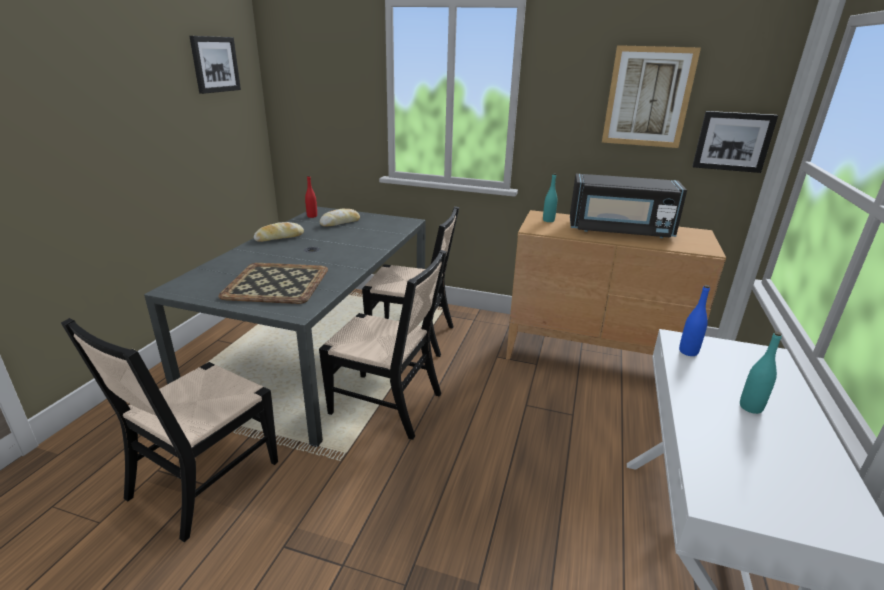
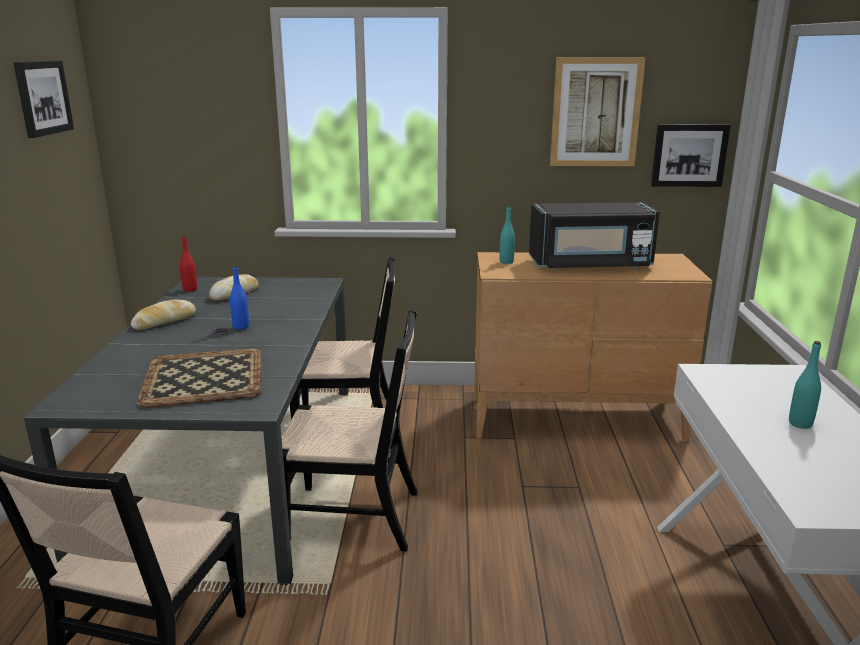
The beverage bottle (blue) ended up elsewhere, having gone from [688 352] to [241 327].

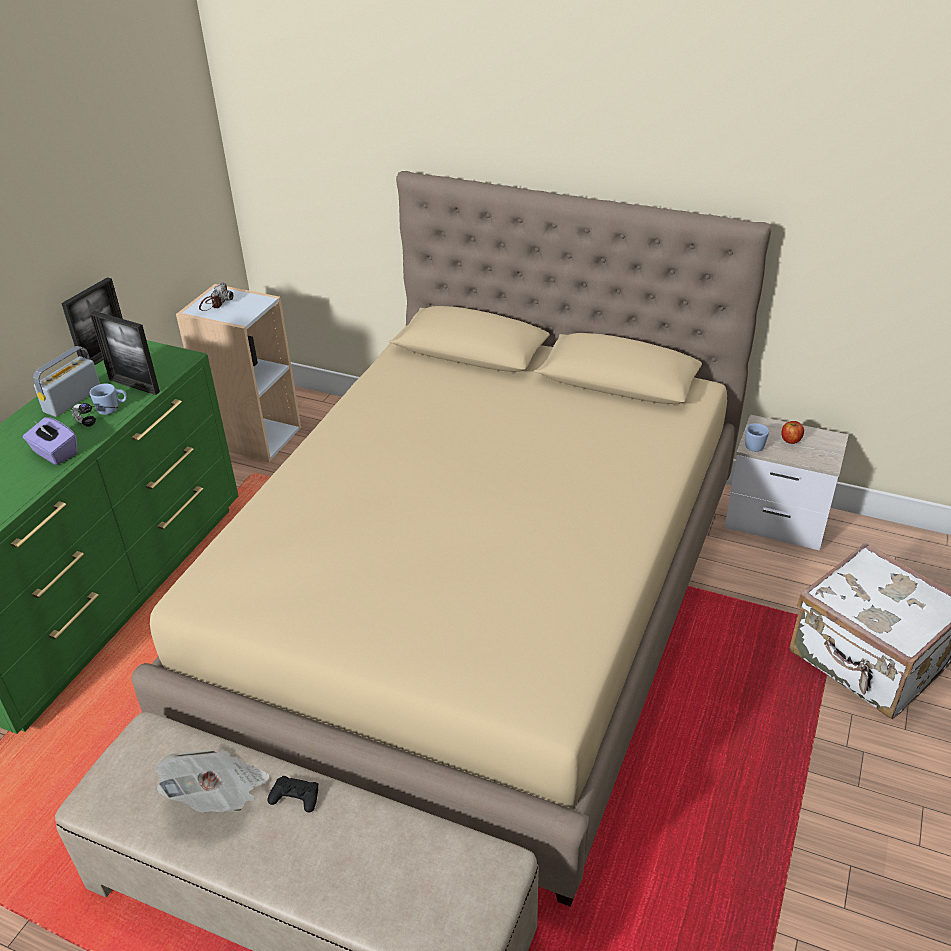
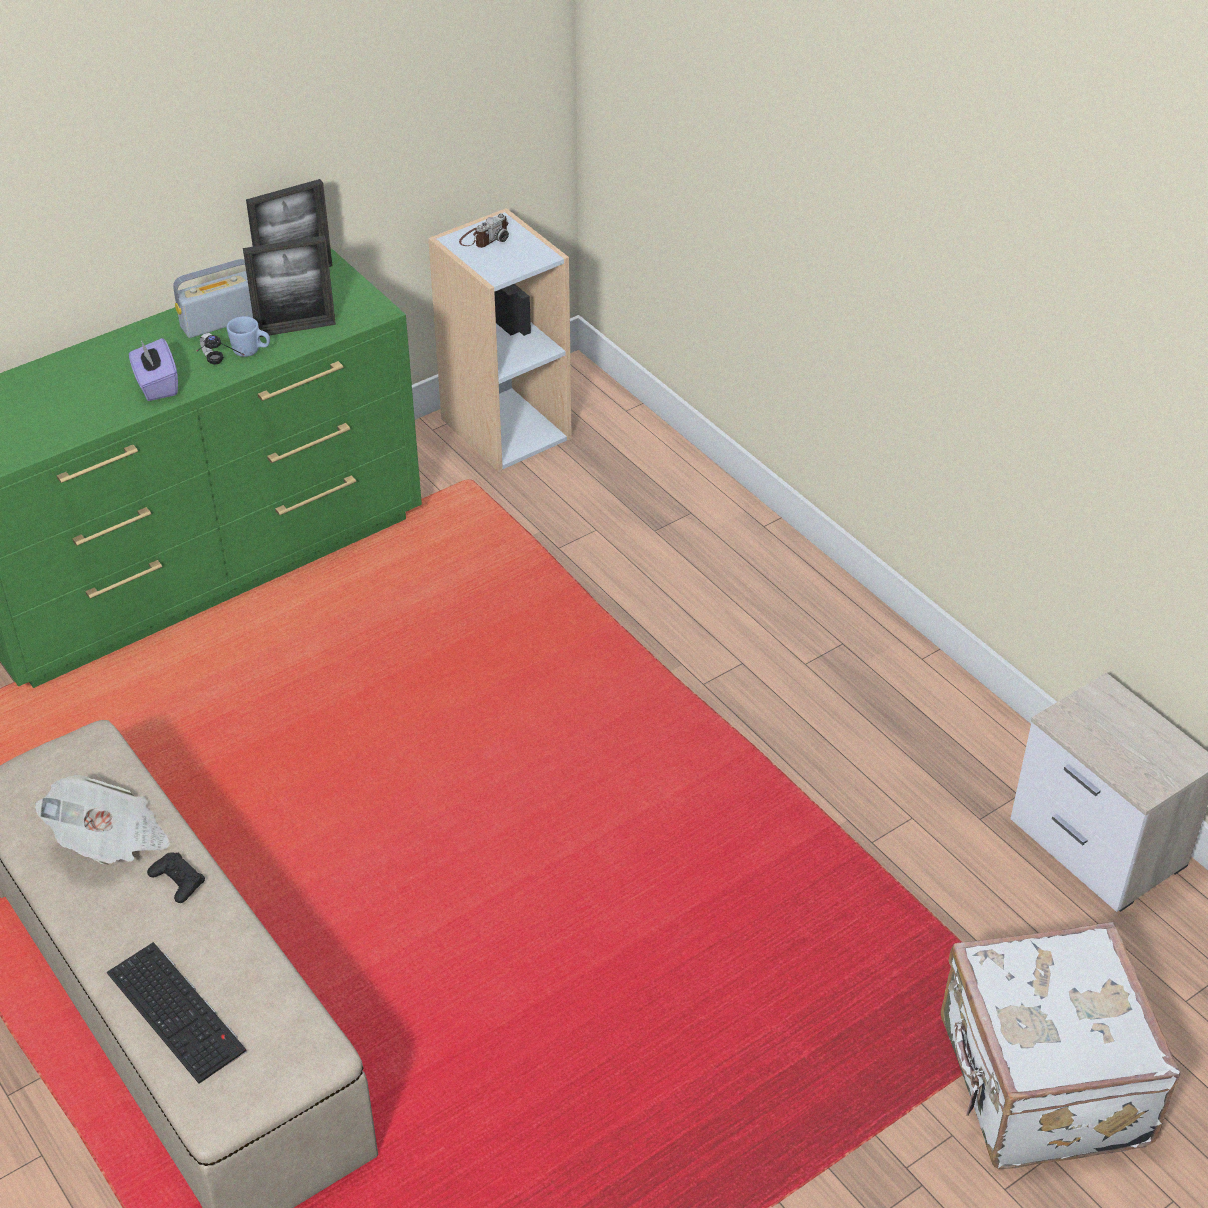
The second view gained the computer keyboard at [179 1012].
The standing frame at [134 386] ended up facing another way, 75 degrees counterclockwise from before.
The second view lost the bed (beige-coloured) at [481 605].
The second view lost the coffee mug (blue) at [755 445].
The second view lost the apple at [790 440].

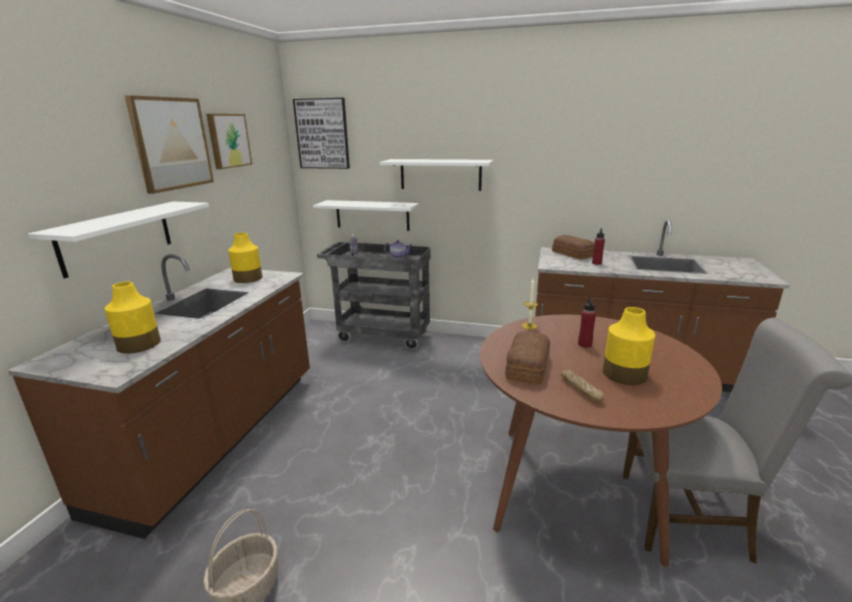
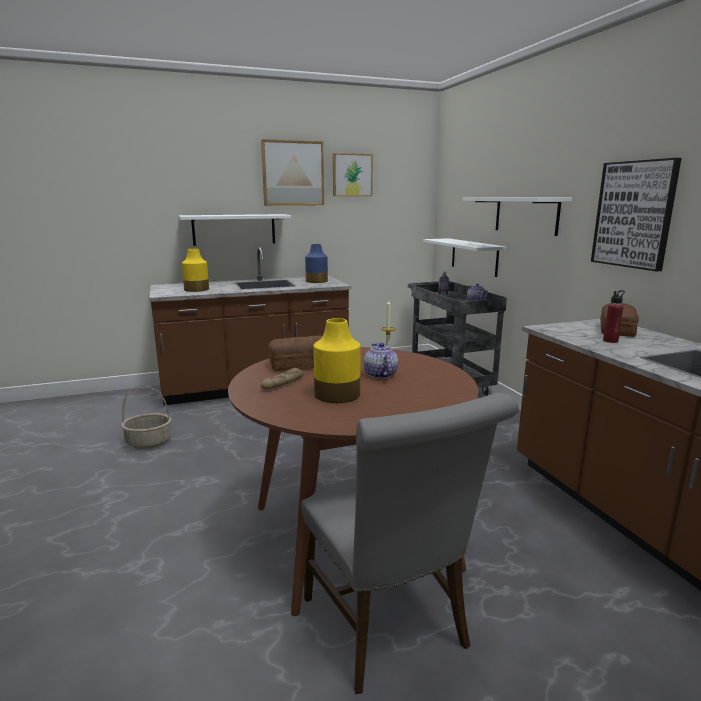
What was the vase (yellow) at [247 278] turned into the vase (blue) at [316 281].
Where the beverage bottle (red) stood at [584 344], the teapot came to stand at [380 375].
The wall picture ended up elsewhere, having gone from [322 134] to [634 214].

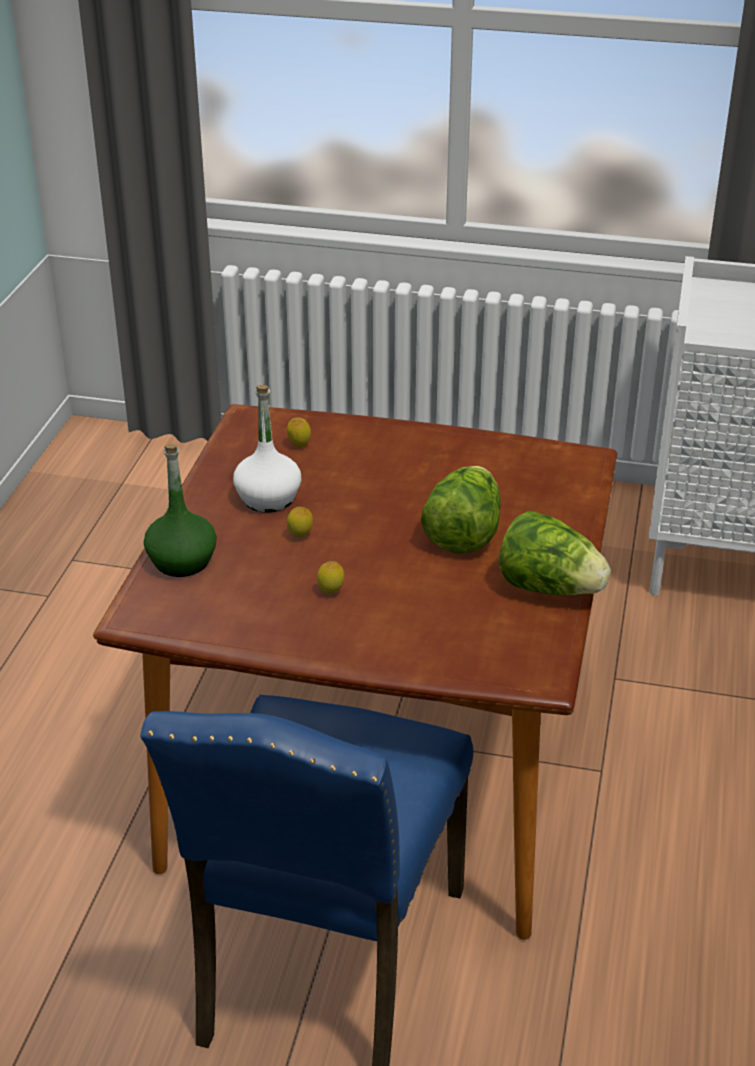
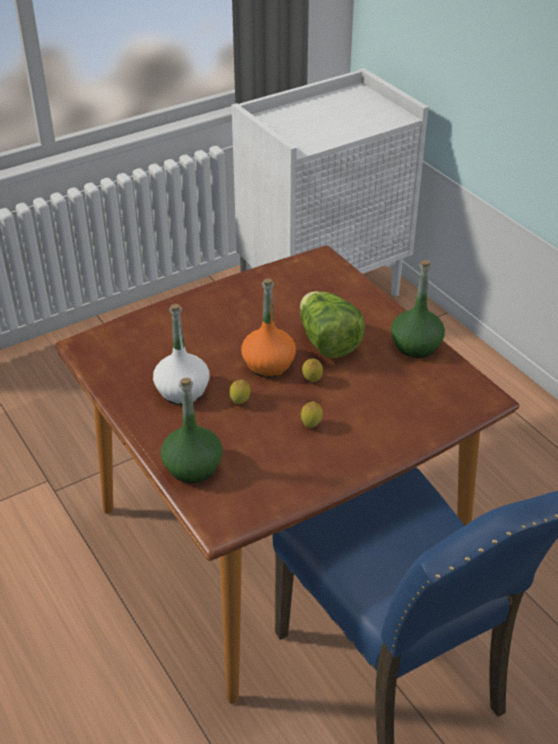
The second view gained the beverage bottle (orange-coloured) at [268 364].
The whole lemon ended up elsewhere, having gone from [299 446] to [312 381].
Where the lettuce stood at [549 588], the beverage bottle (green) came to stand at [415 345].

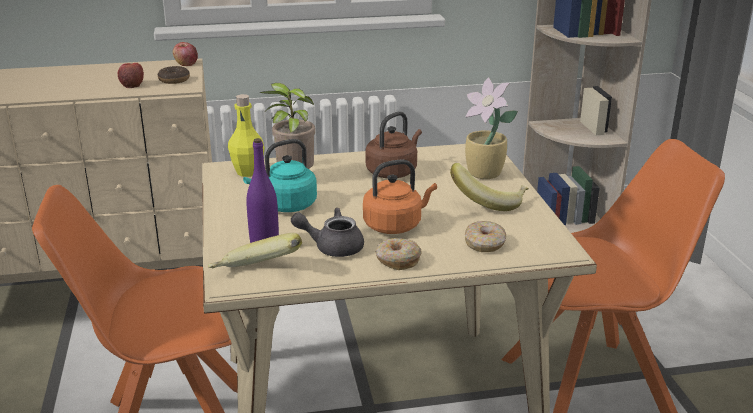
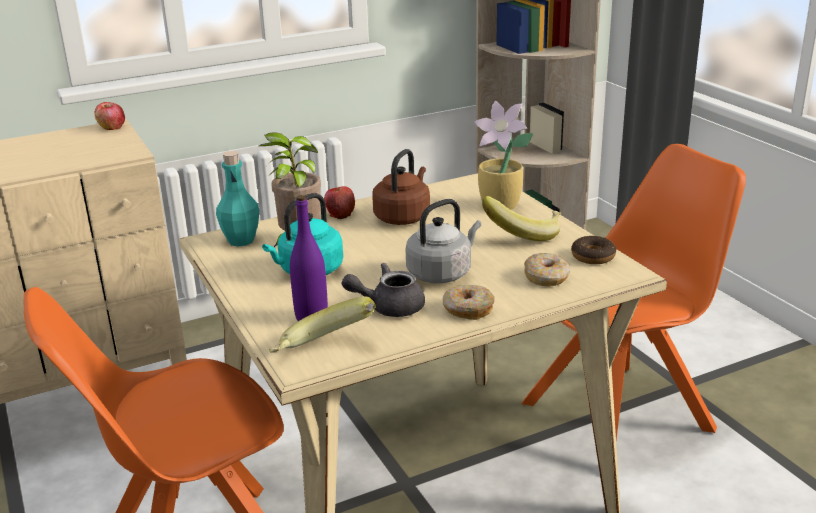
What was the beverage bottle (yellow) at [248 172] turned into the beverage bottle (blue-green) at [241 240].
The apple ended up elsewhere, having gone from [132 85] to [340 214].
What was the water kettle (orange-coloured) at [395 225] turned into the water kettle (gray) at [442 273].
The donut ended up elsewhere, having gone from [174 80] to [593 256].

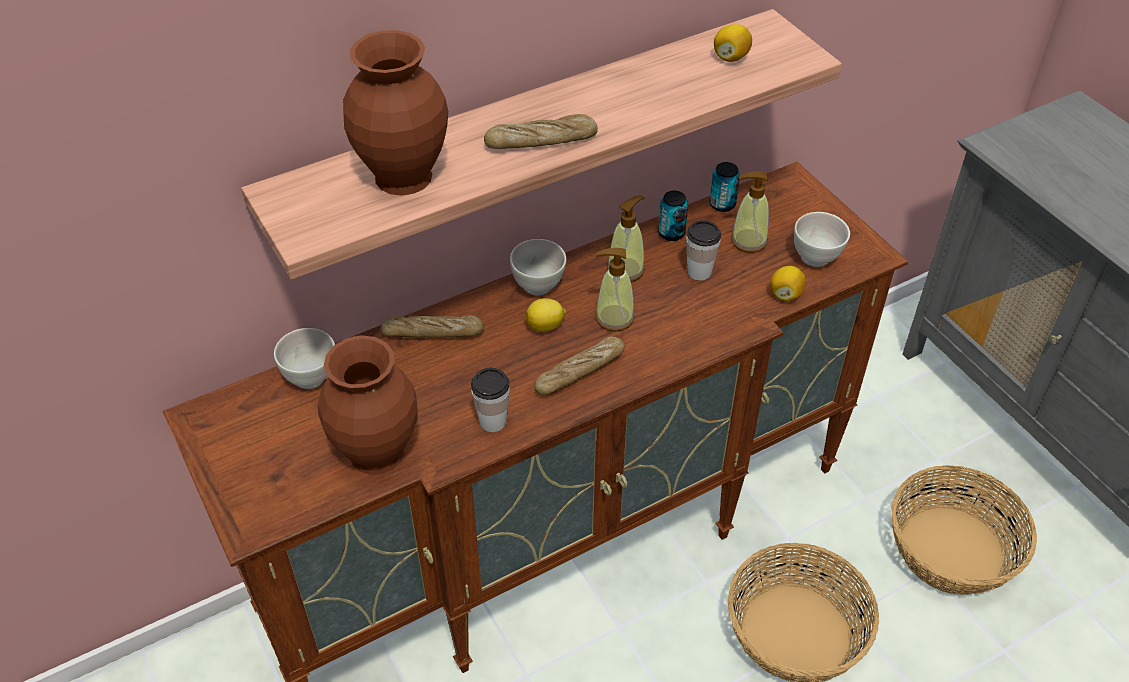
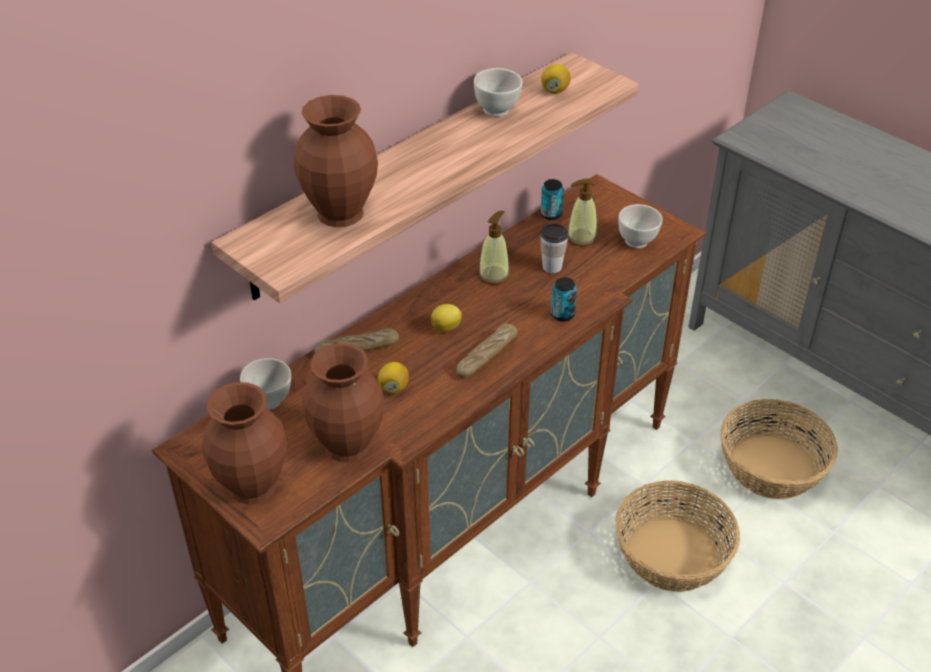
The second view gained the vase (brown-coloured) at [250 486].
The whole lemon ended up elsewhere, having gone from [785 294] to [393 387].
The bowl (white) ended up elsewhere, having gone from [538 286] to [497 110].
The can ended up elsewhere, having gone from [671 233] to [562 314].
The second view lost the drinking cup at [492 421].
The second view lost the baked bread at [541 141].
The second view lost the liquid soap bottle at [614 318].

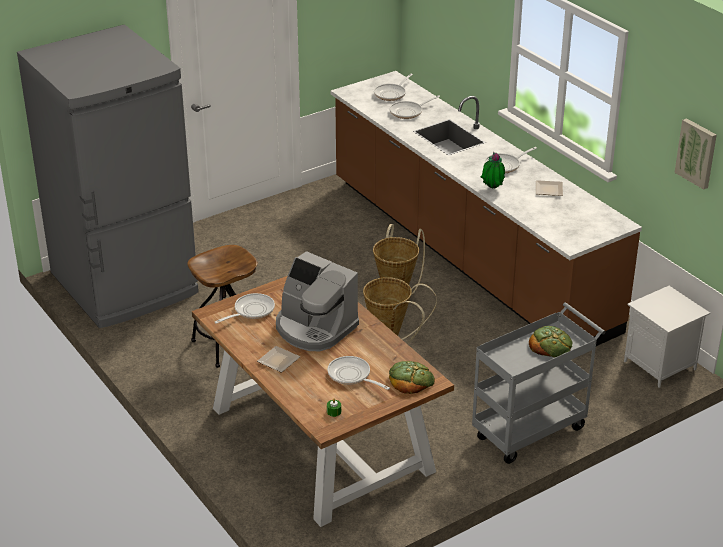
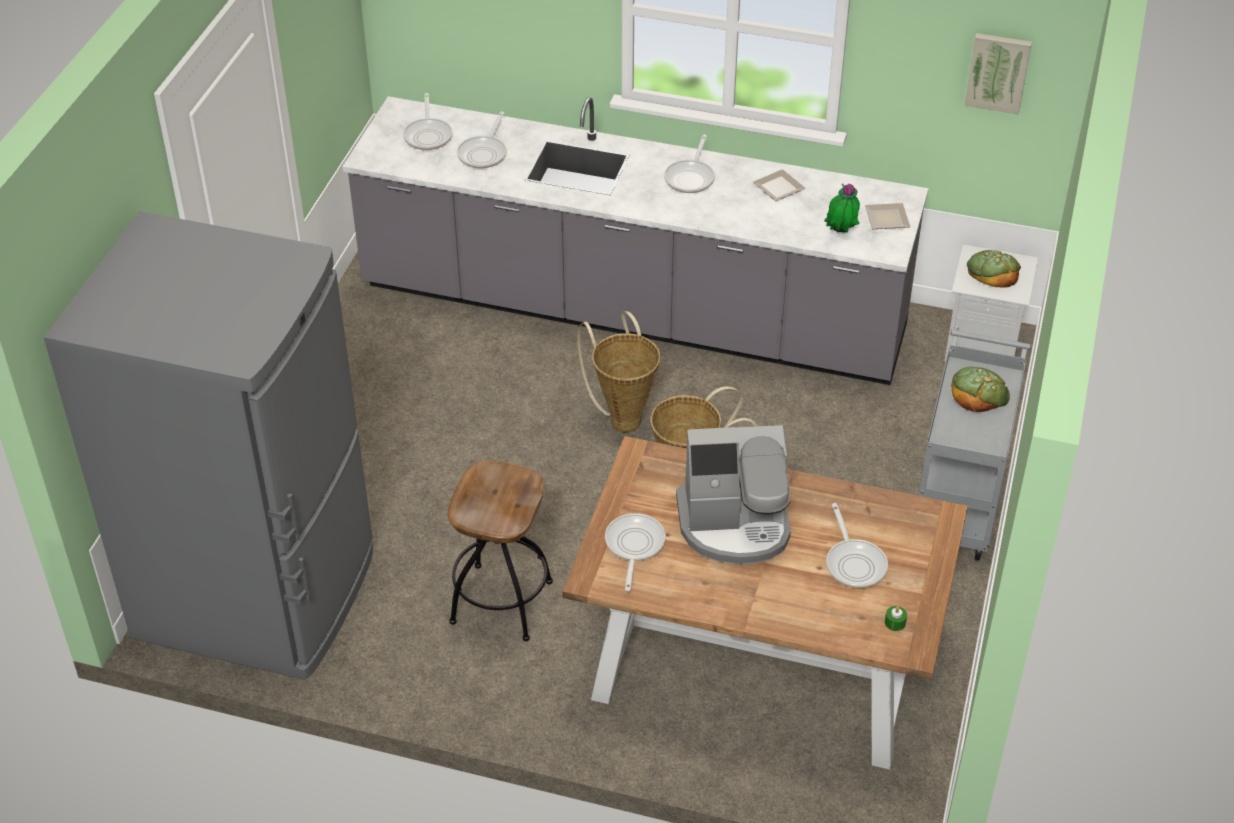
What was the kitchen base unit (brown-coloured) at [467 254] turned into the kitchen base unit (gray) at [632 311].
The plant in a pot ended up elsewhere, having gone from [492 189] to [840 233].
The frying pan at [352 376] ended up facing another way, 105 degrees counterclockwise from before.
The plate ended up elsewhere, having gone from [278 360] to [885 218].
The baked bread ended up elsewhere, having gone from [410 379] to [993 271].

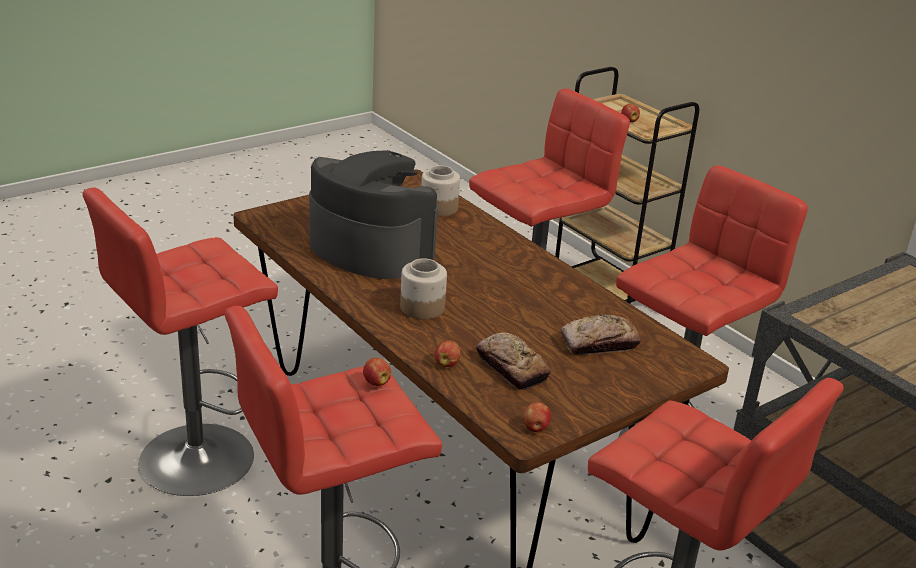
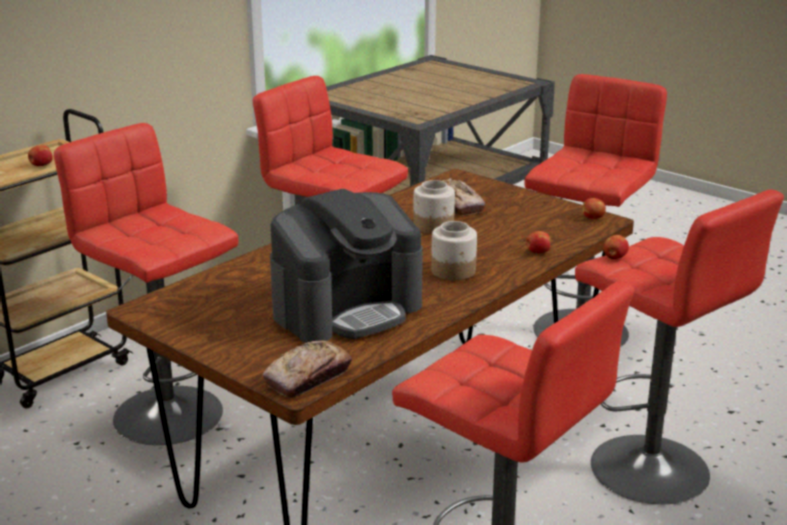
The baked bread ended up elsewhere, having gone from [511 368] to [308 377].
The coffee machine at [370 249] ended up facing another way, 150 degrees counterclockwise from before.
The jar ended up elsewhere, having gone from [438 208] to [434 226].

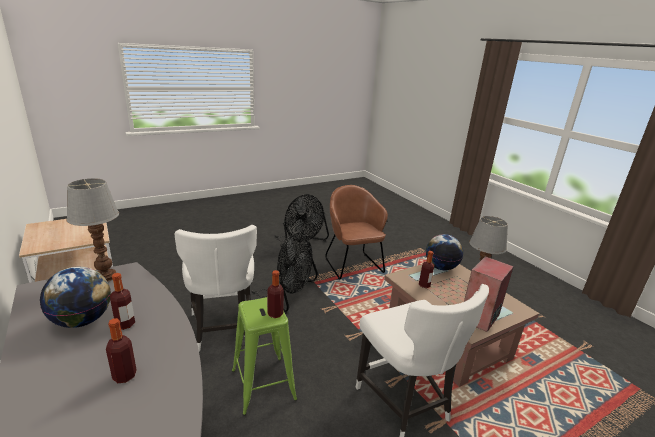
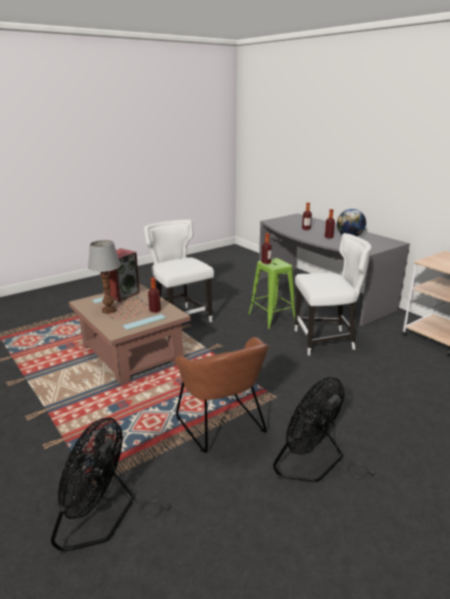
The cooling fan (black-coloured) ended up elsewhere, having gone from [288 294] to [111 512].
The upright chair (white) at [222 329] ended up facing another way, 105 degrees clockwise from before.
The second view lost the lamp for a table at [105 276].
The second view lost the globe at [441 267].

